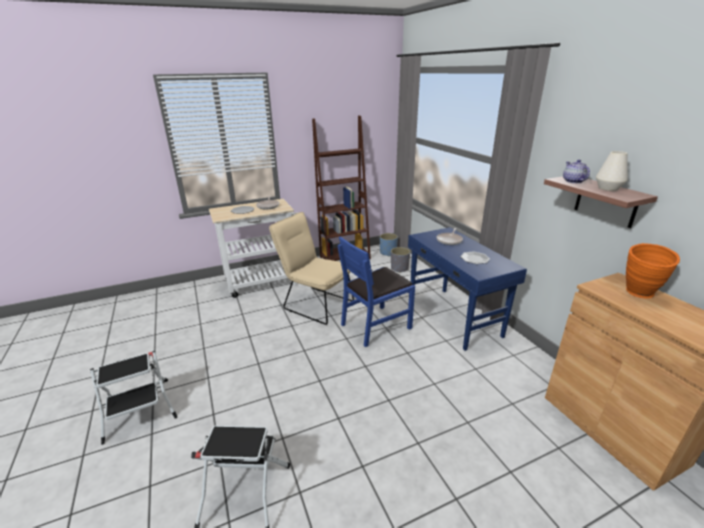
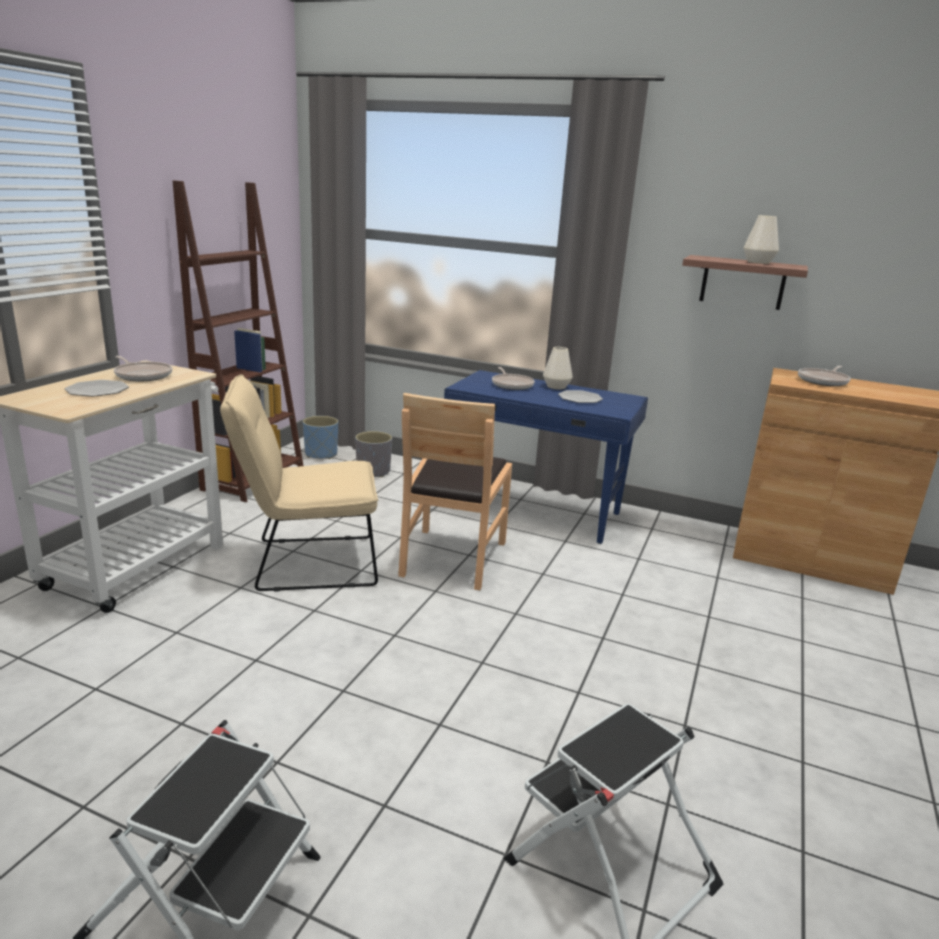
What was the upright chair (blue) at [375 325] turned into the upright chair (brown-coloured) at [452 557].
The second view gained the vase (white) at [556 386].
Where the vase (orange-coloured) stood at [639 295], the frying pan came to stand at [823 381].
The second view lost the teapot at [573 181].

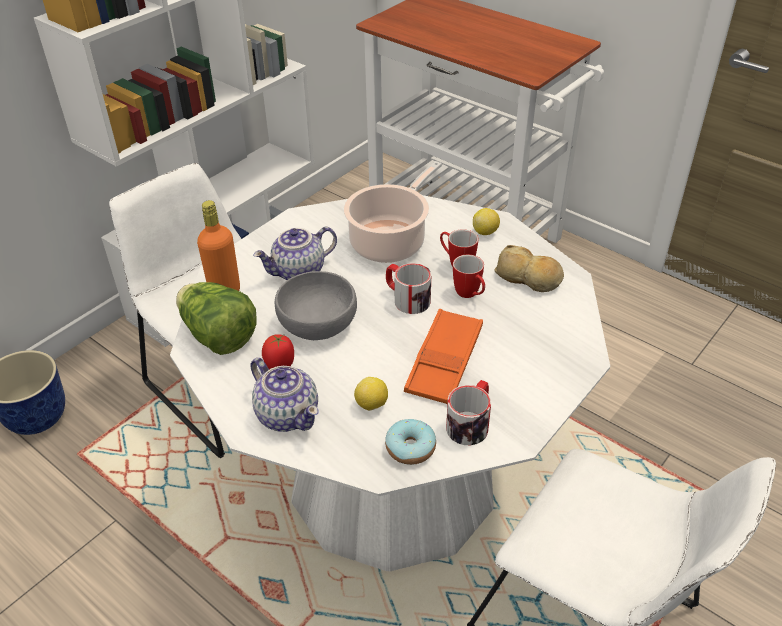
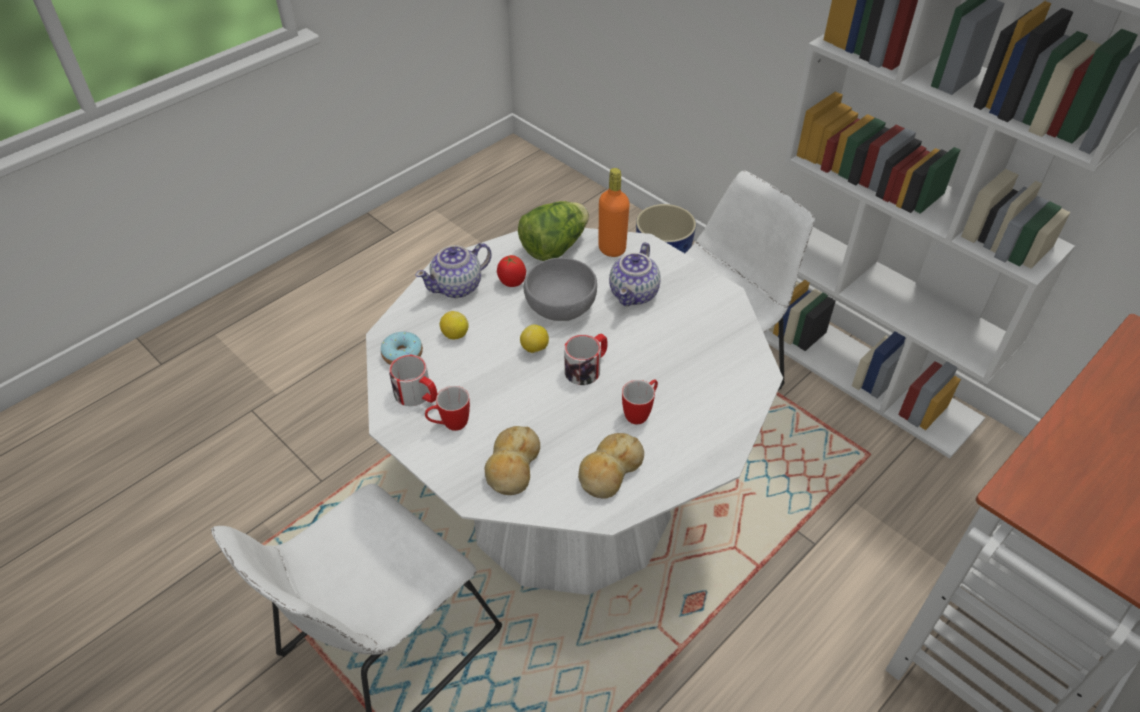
The coffee mug ended up elsewhere, having gone from [470 295] to [449 425].
The second view gained the baked bread at [512 468].
The whole lemon ended up elsewhere, having gone from [485 232] to [534 348].
The teapot at [299 273] ended up facing another way, 135 degrees counterclockwise from before.
The second view lost the cooking pot at [390 241].
The second view lost the serving tray (orange-coloured) at [444 362].

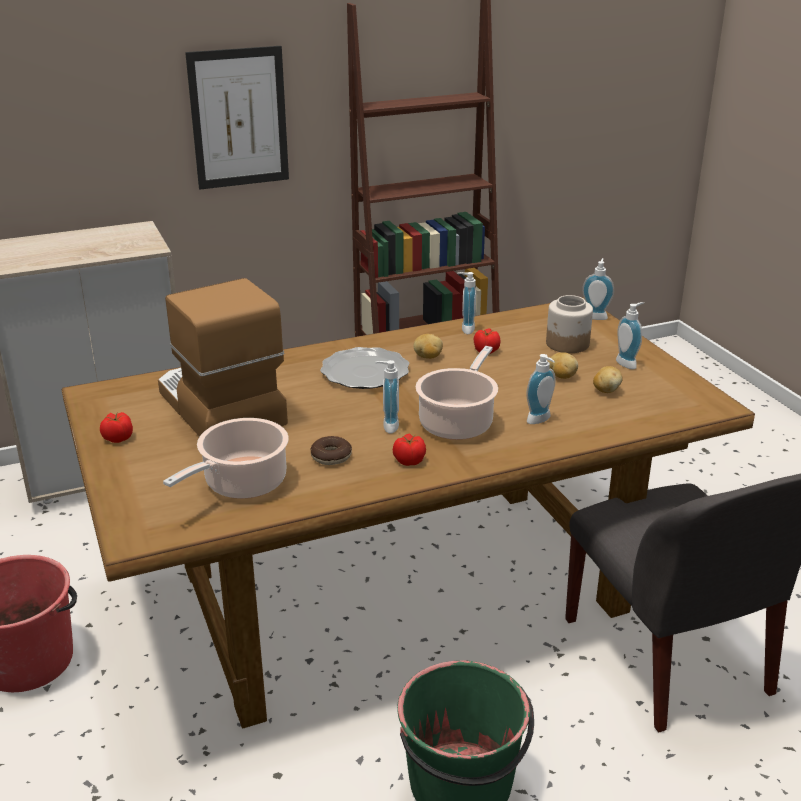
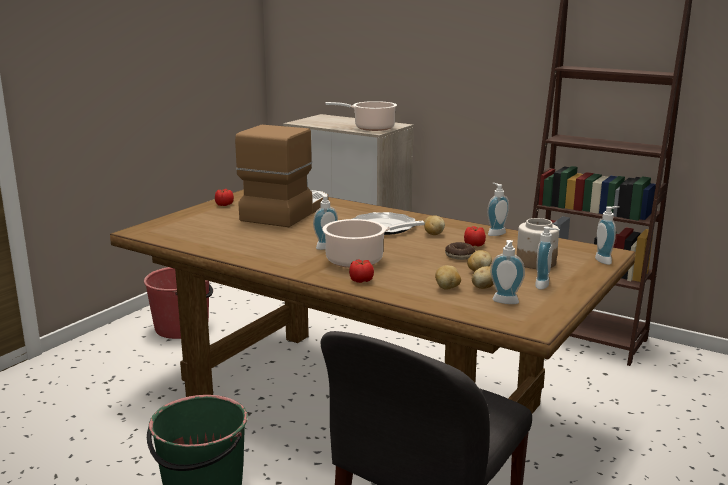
The cooking pot ended up elsewhere, having gone from [241 484] to [371 128].
The whole tomato ended up elsewhere, having gone from [408 461] to [361 280].
The second view gained the potato at [447 288].
The donut ended up elsewhere, having gone from [331 456] to [459 256].
The liquid soap bottle ended up elsewhere, having gone from [541 420] to [505 302].
The second view lost the wall picture at [239 118].

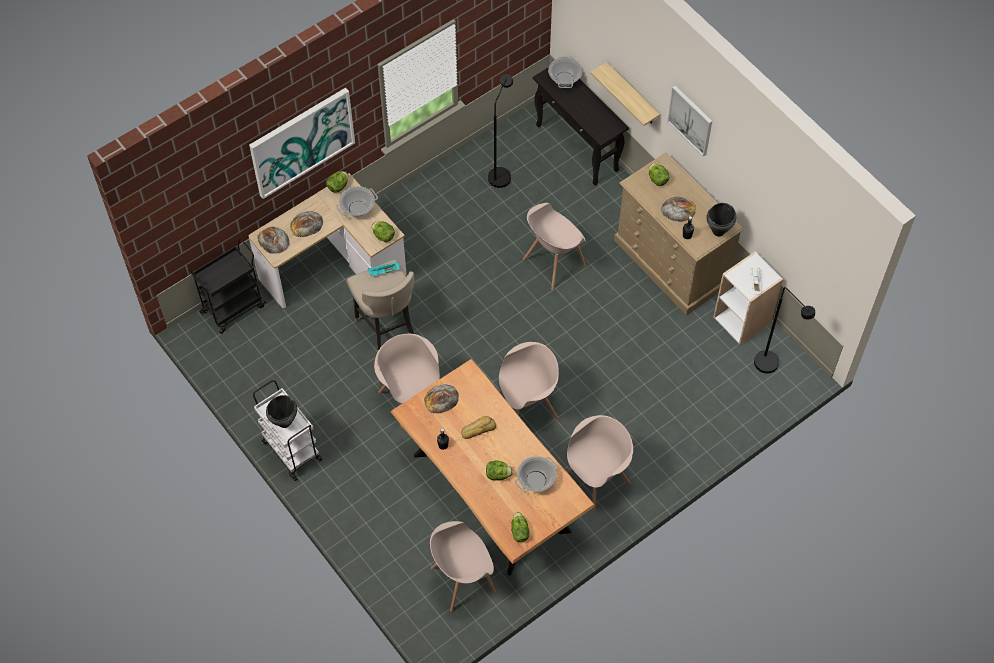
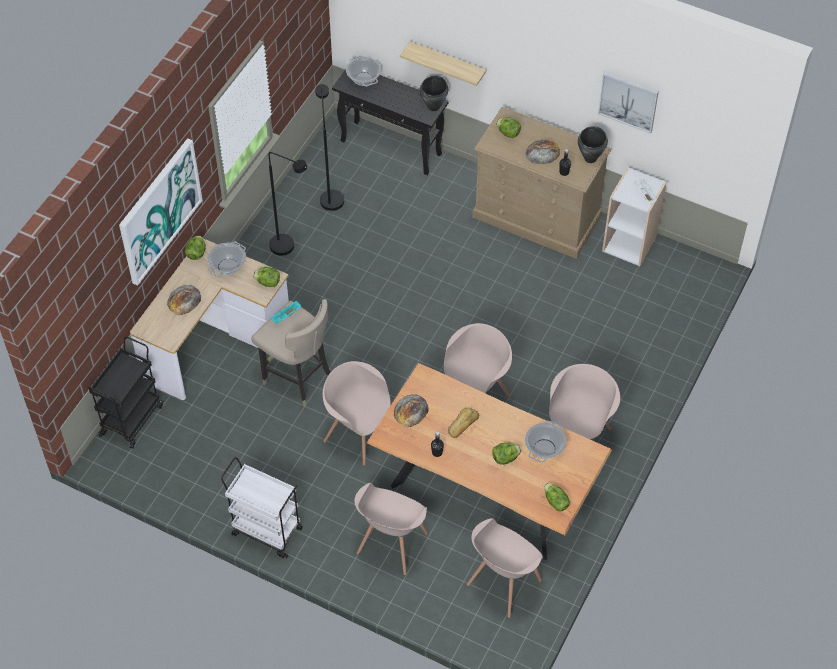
The standing lamp (black-coloured) ended up elsewhere, having gone from [771 367] to [288 247].
The upright chair (beige-coloured) ended up elsewhere, having gone from [553 263] to [392 544].
The cooking pot (black-coloured) ended up elsewhere, having gone from [285 422] to [434 107].
The wall picture ended up elsewhere, having gone from [691 120] to [628 101].
The second view lost the baked bread at [273 240].

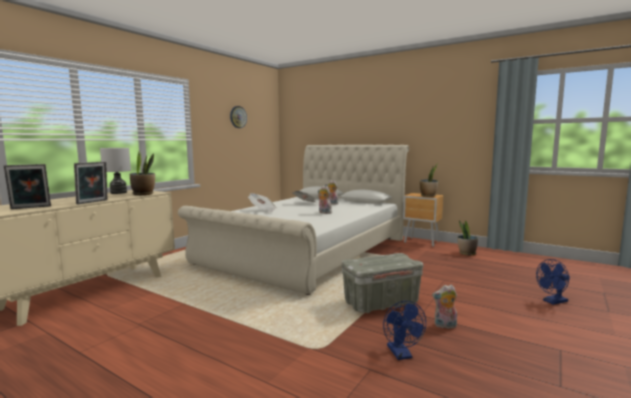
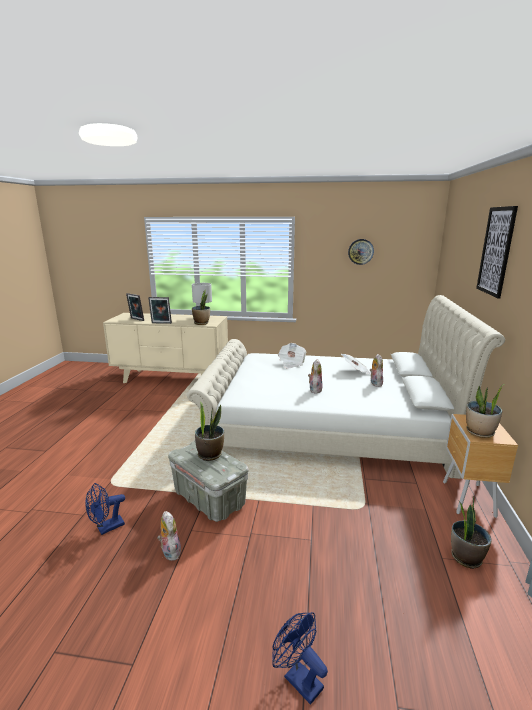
The second view gained the plant in a pot at [210 454].
The second view gained the wall picture at [496 251].

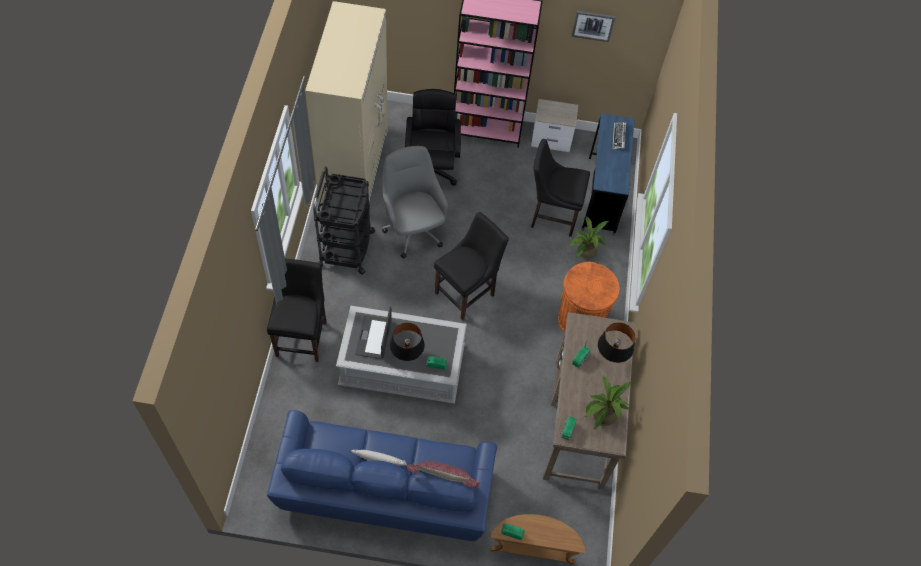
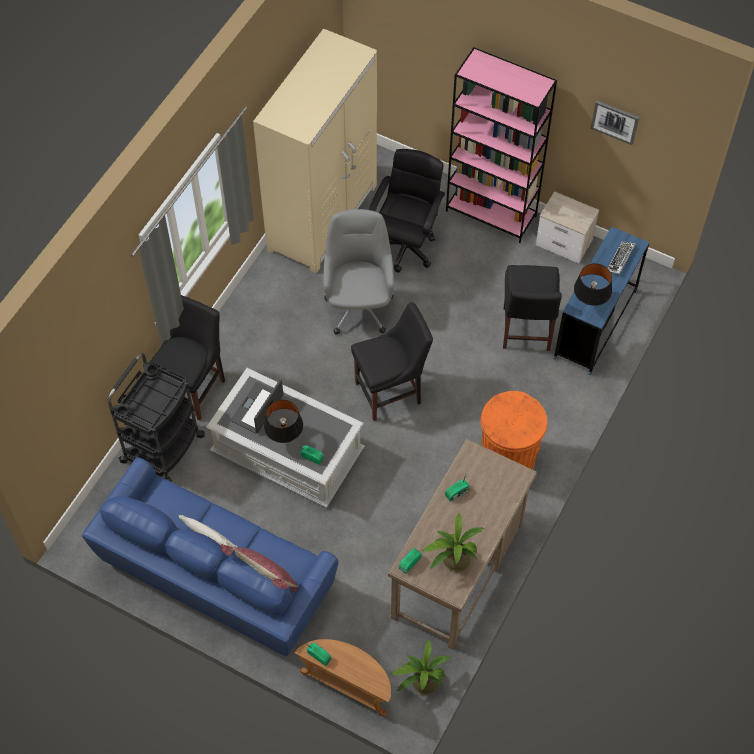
The trolley (black-coloured) ended up elsewhere, having gone from [346 249] to [163 448].
The plant in a pot ended up elsewhere, having gone from [583 252] to [421 682].
The upright chair (black-coloured) at [551 215] ended up facing another way, 120 degrees counterclockwise from before.
The lamp for a table (black-coloured) ended up elsewhere, having gone from [611 357] to [589 303].

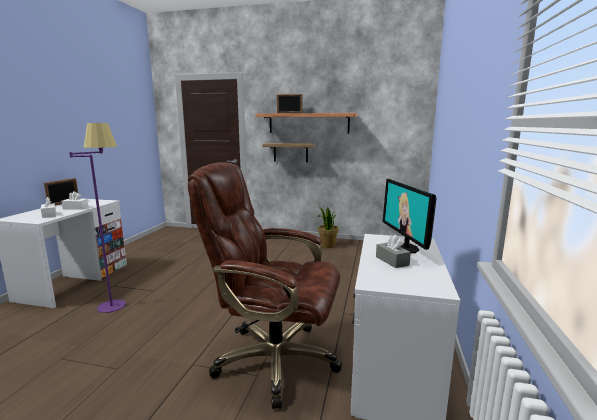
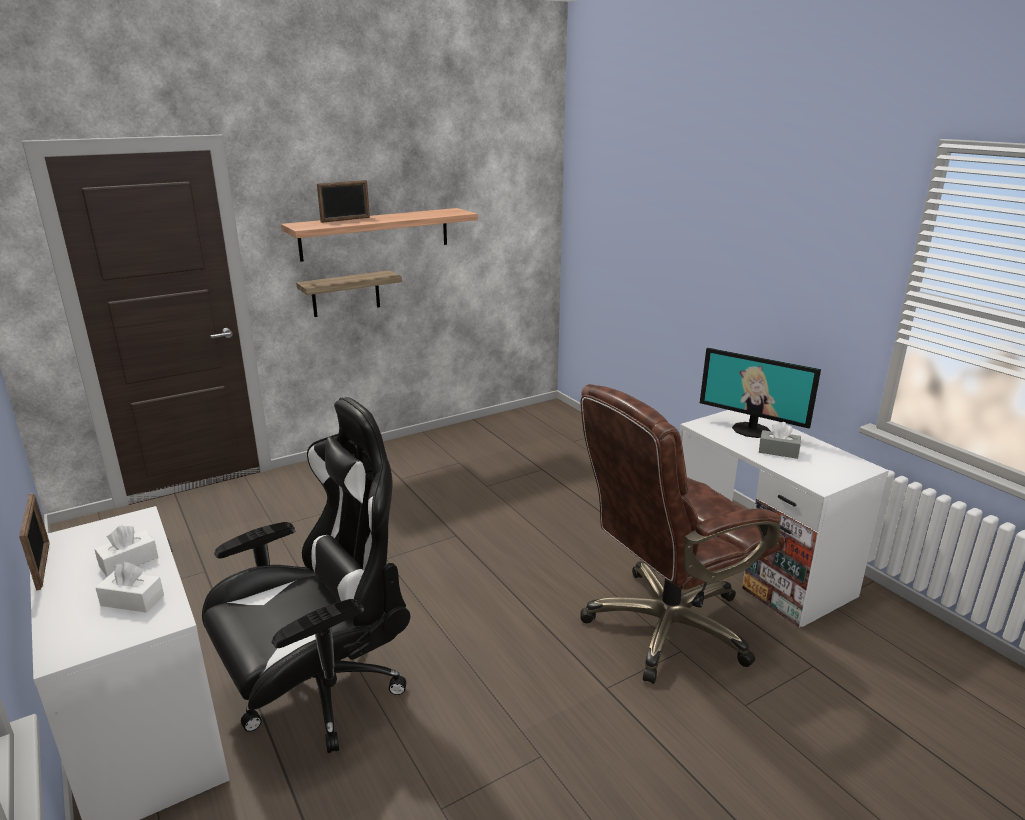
Where the standing lamp (purple-coloured) stood at [115 300], the desk chair (black-coloured) came to stand at [315 697].
The second view lost the plant in a pot at [327 245].

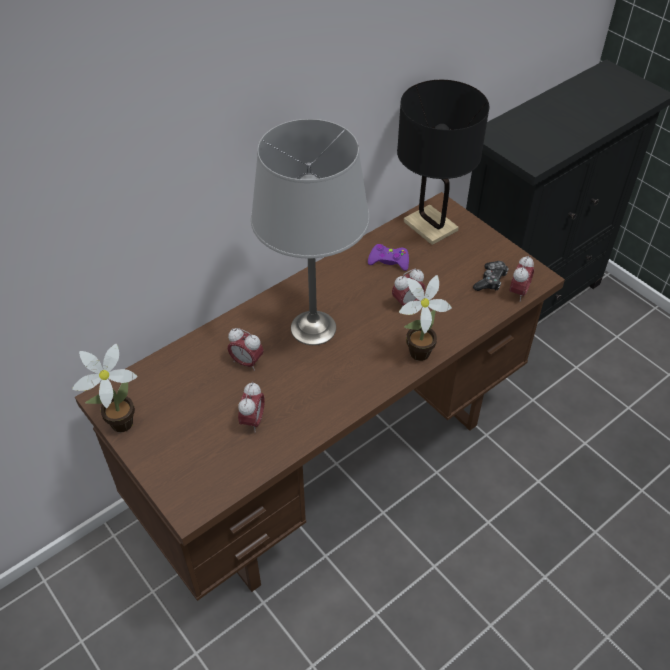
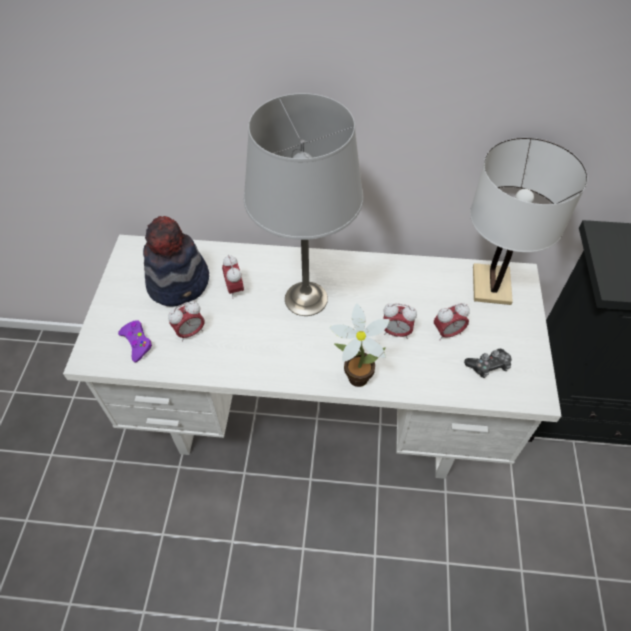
What was the desk unit (brown-coloured) at [335 460] turned into the desk unit (white) at [318 416].
The joypad (purple-coloured) ended up elsewhere, having gone from [389 261] to [137 343].
The second view gained the hat at [179 282].
The table clock ended up elsewhere, having gone from [518 292] to [447 333].
What was the lamp for a table (black-coloured) at [430 226] turned into the lamp for a table (white) at [491 285].
The second view lost the plant in a pot at [118 425].

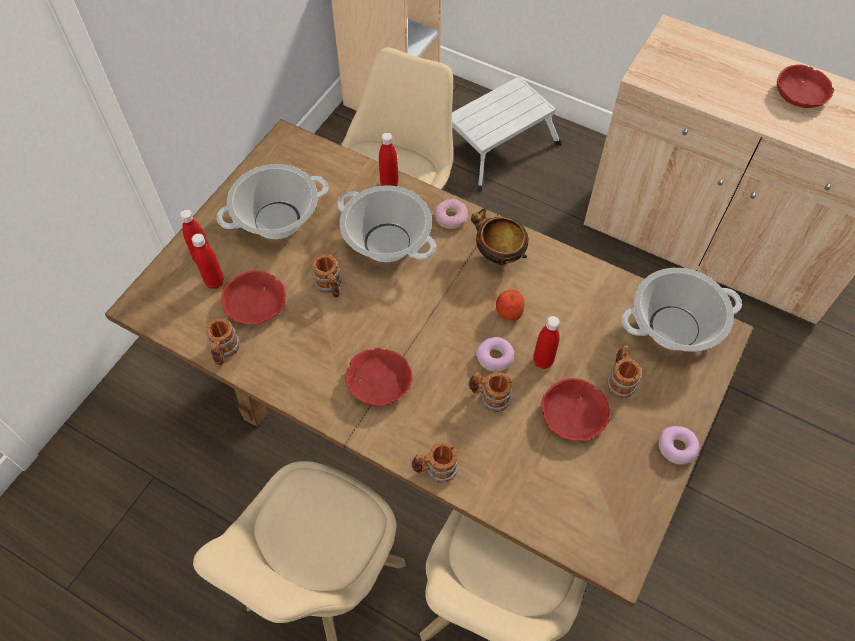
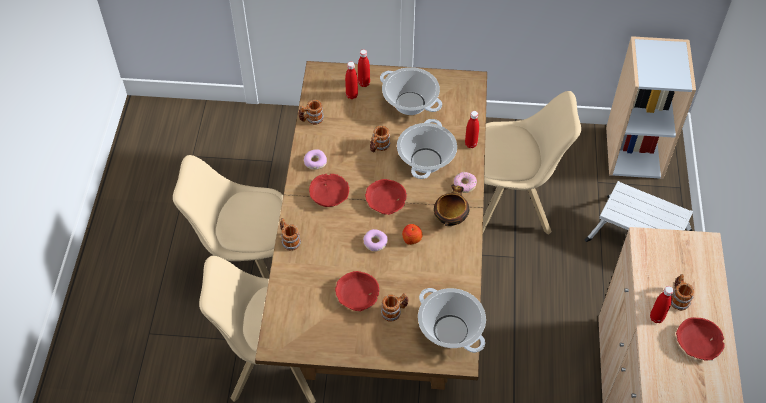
The donut ended up elsewhere, having gone from [676 448] to [315 162].
The bowl (red) ended up elsewhere, having gone from [256 304] to [385 201].
The beverage bottle (red) ended up elsewhere, having gone from [543 361] to [656 318].
The coffee mug ended up elsewhere, having gone from [489 397] to [678 298].

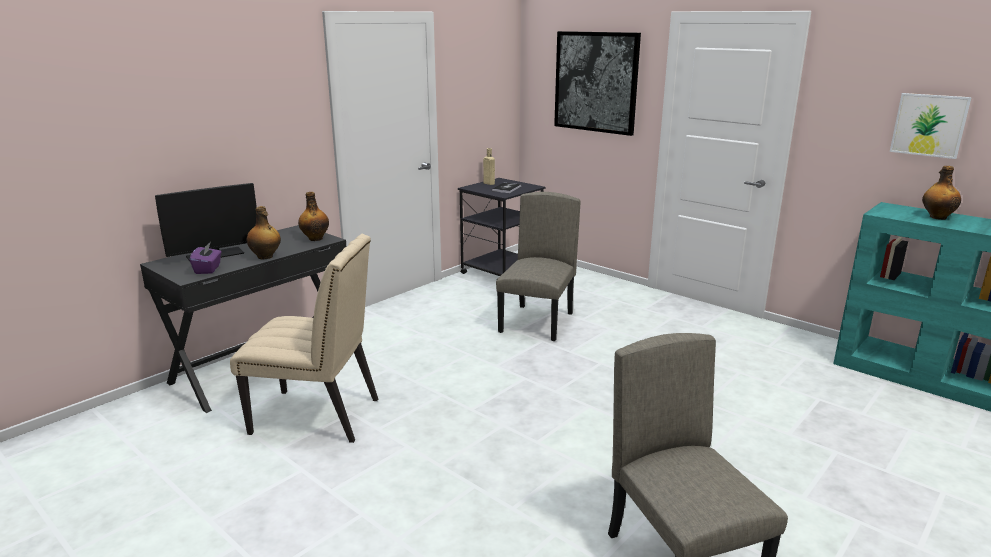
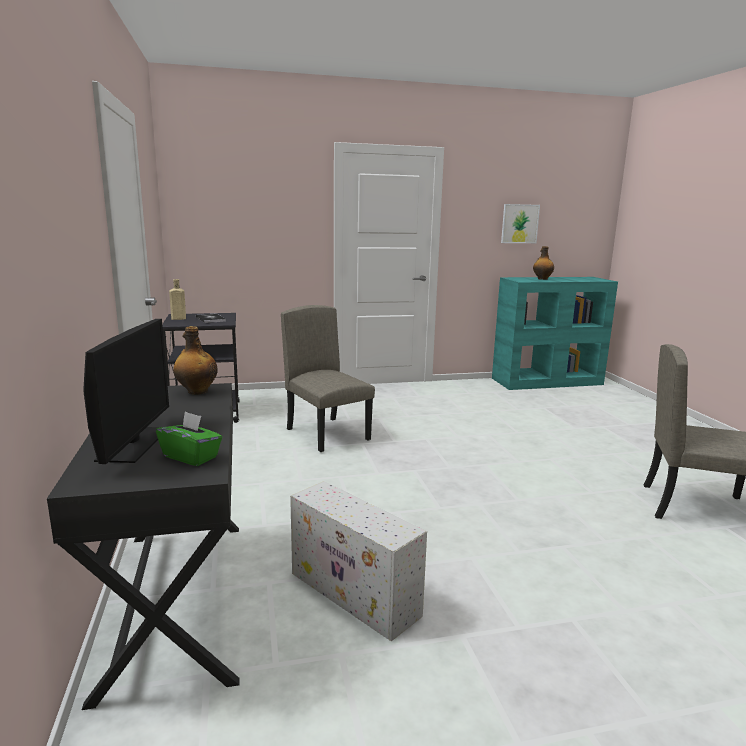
What was the tissue holder (purple-coloured) at [208 269] turned into the tissue holder (green) at [191 456].
Where the upright chair (beige-coloured) stood at [315 416], the storage box (white) came to stand at [355 595].
The second view lost the beverage bottle at [265 257].
The second view lost the wall picture at [596 82].

